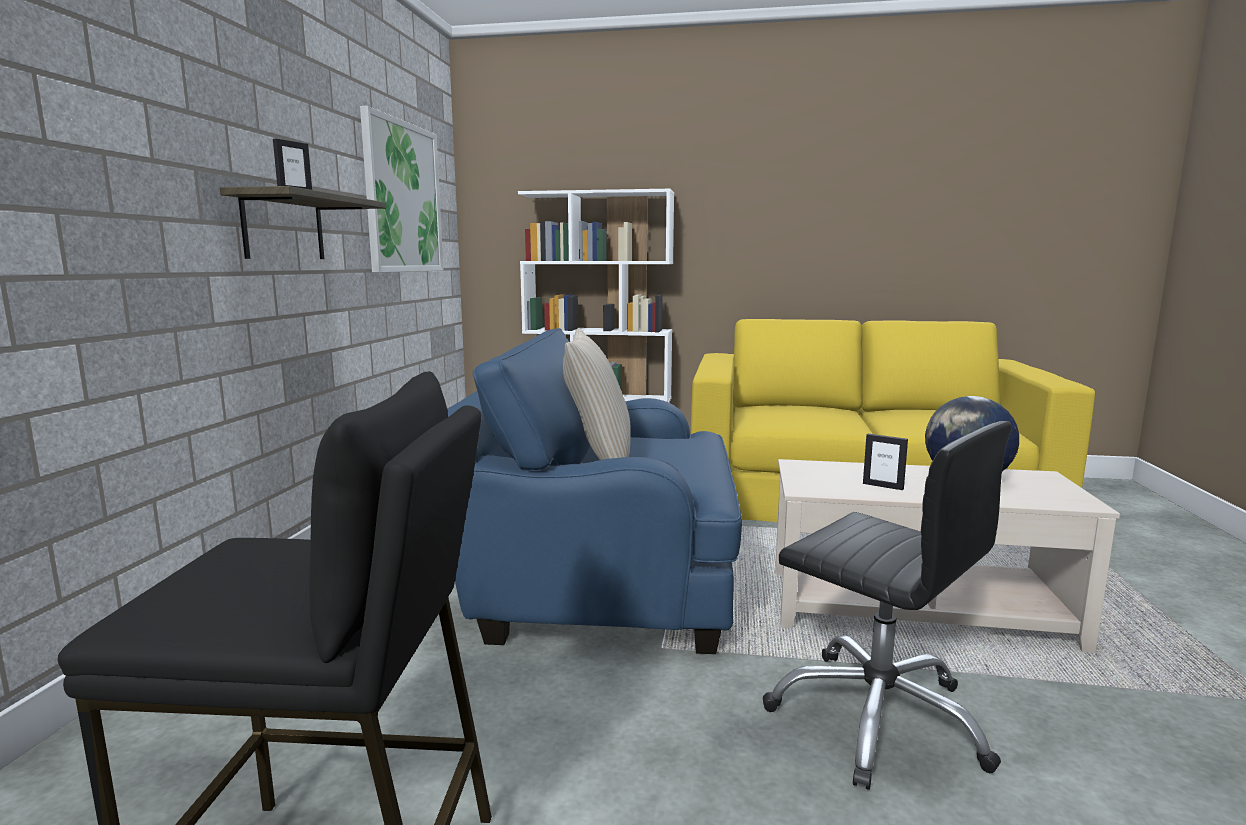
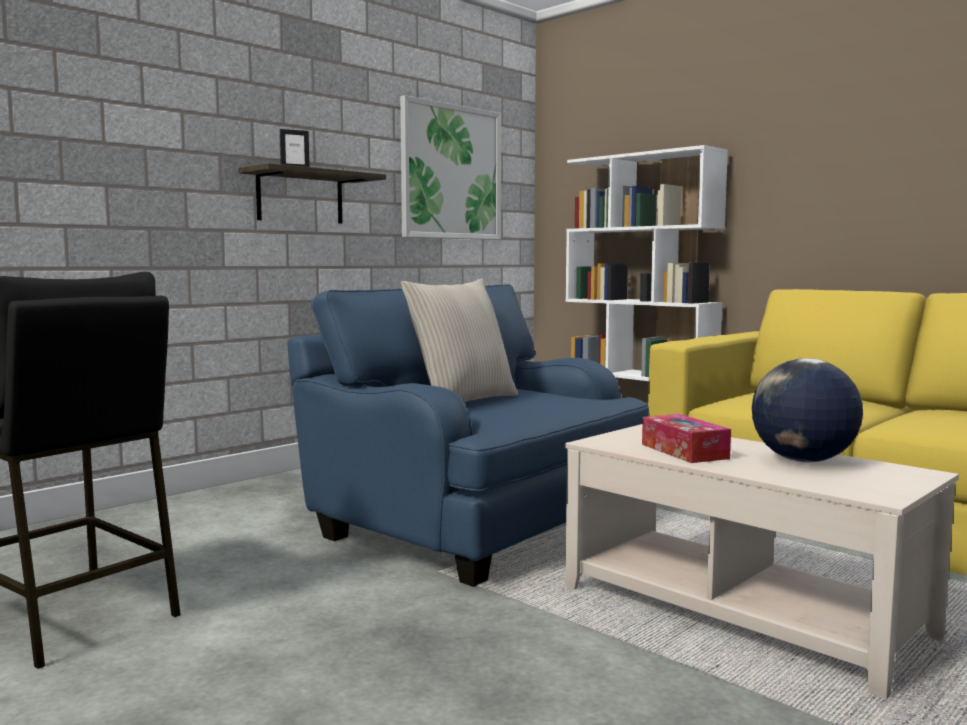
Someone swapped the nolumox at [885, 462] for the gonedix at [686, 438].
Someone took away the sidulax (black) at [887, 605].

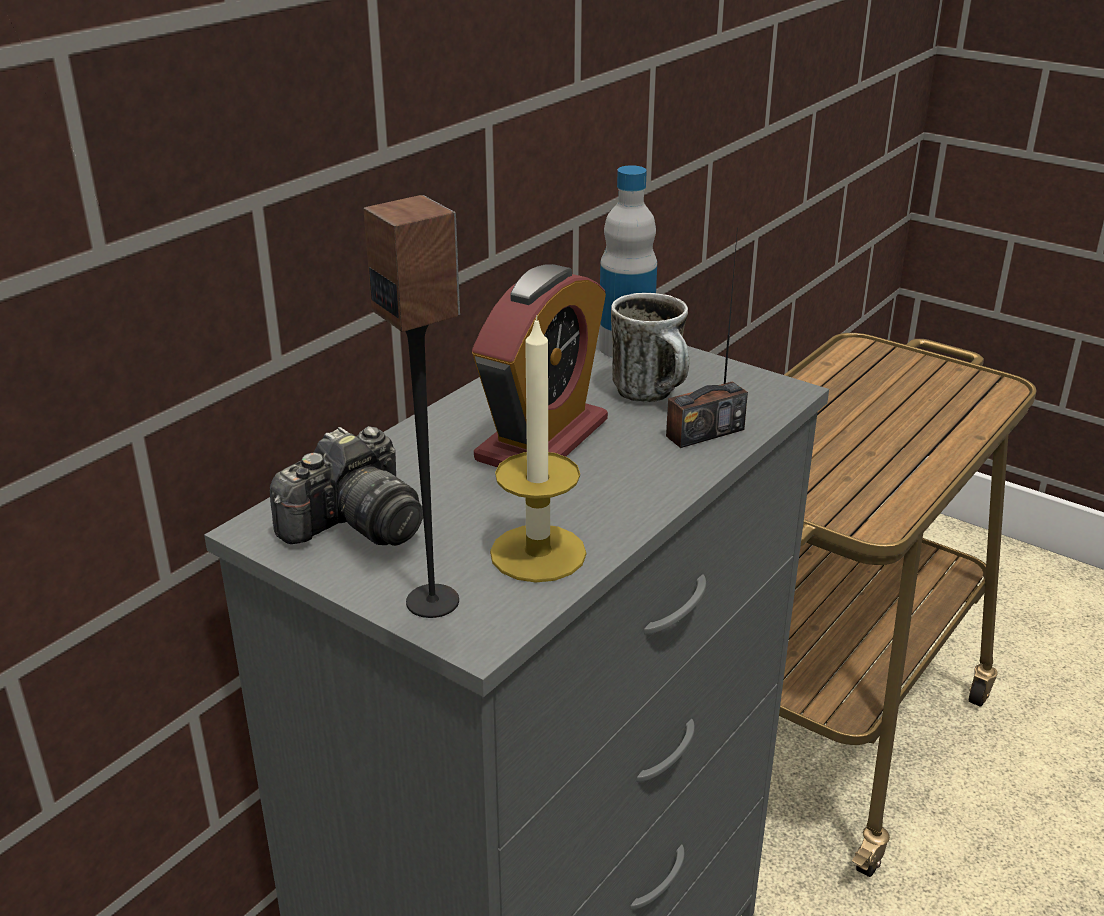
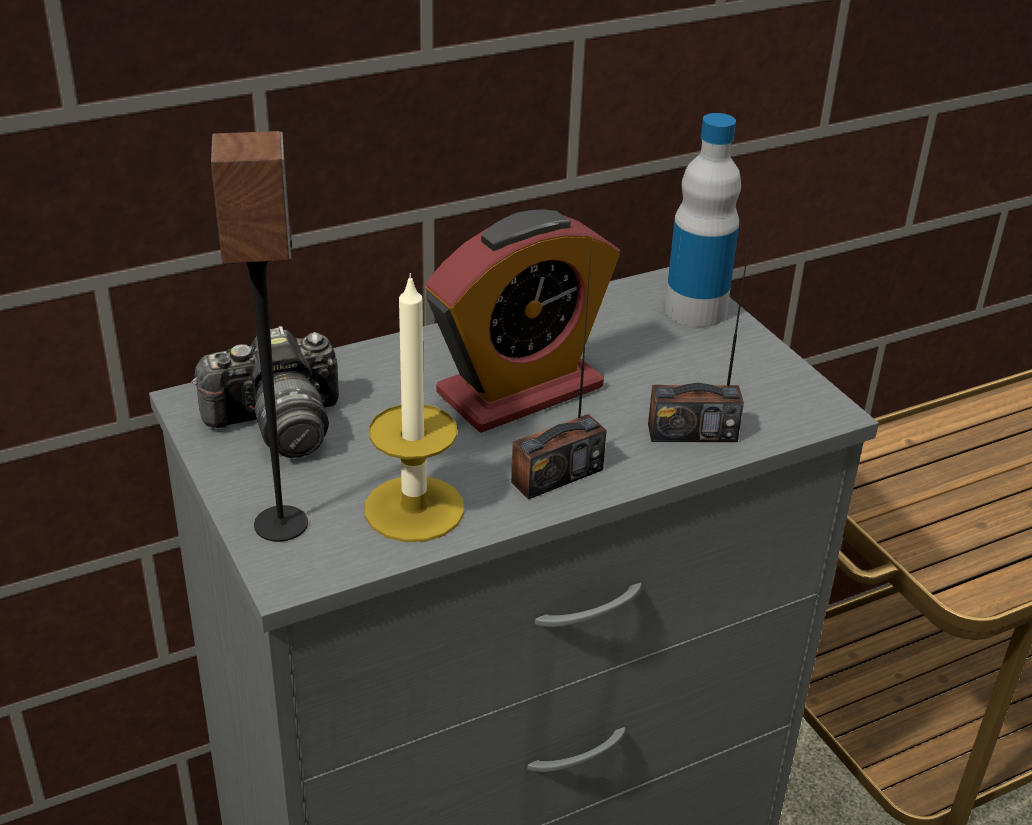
Someone put down the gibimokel at [559, 373].
Someone took away the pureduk at [650, 348].

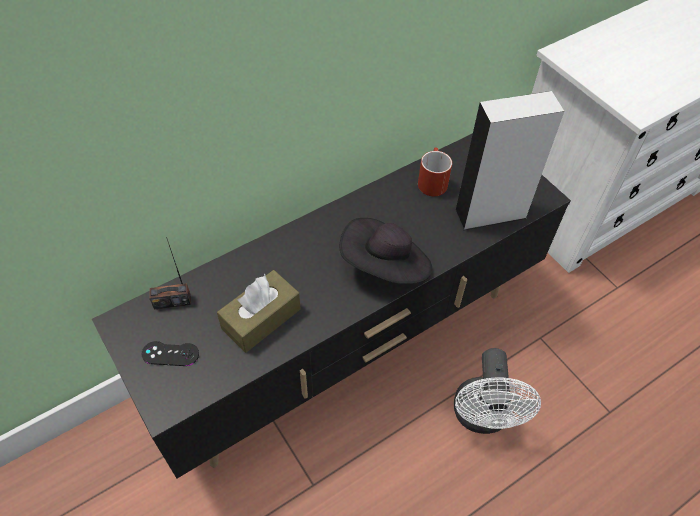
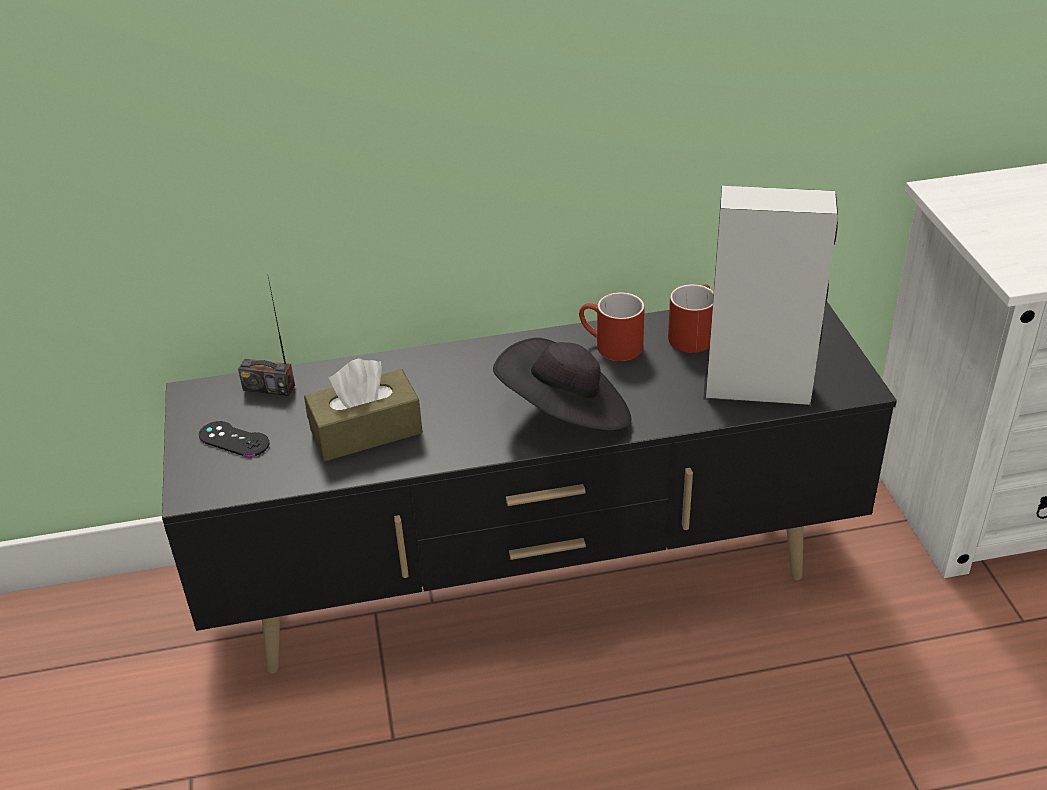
Someone put down the pureduk (red) at [612, 326].
Someone took away the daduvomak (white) at [497, 391].

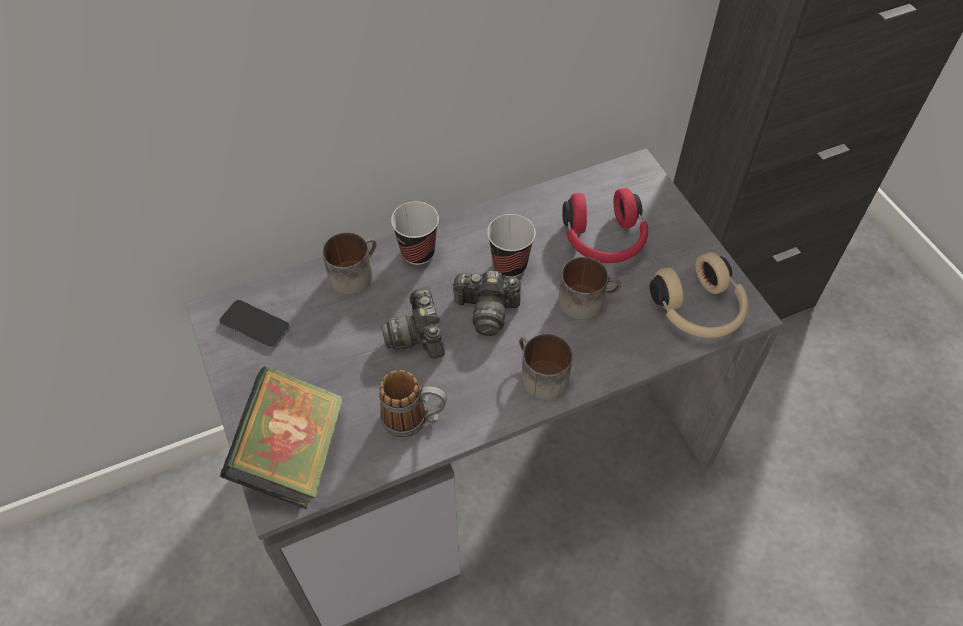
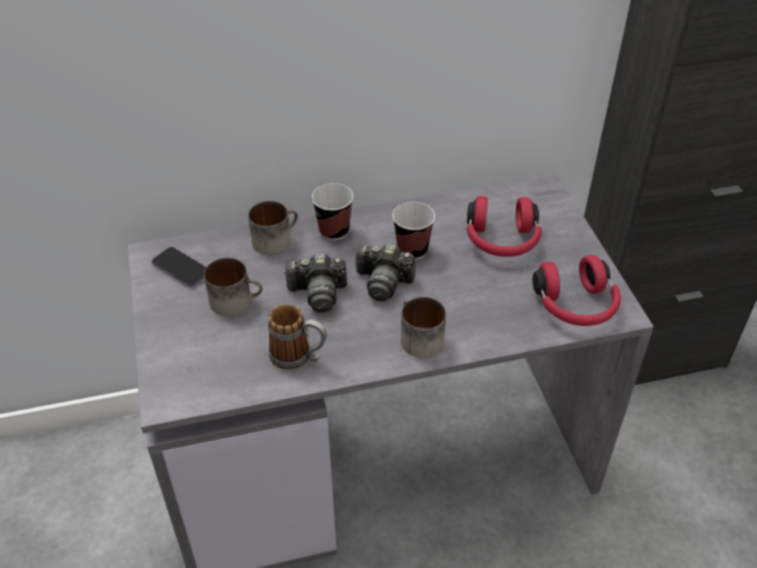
Someone carried the pureduk from [590, 288] to [233, 287].
Someone rotated the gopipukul at [413, 323] by 90 degrees counterclockwise.
Someone repainted the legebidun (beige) at [699, 295], which became the legebidun (red) at [576, 290].
Someone took away the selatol at [281, 437].

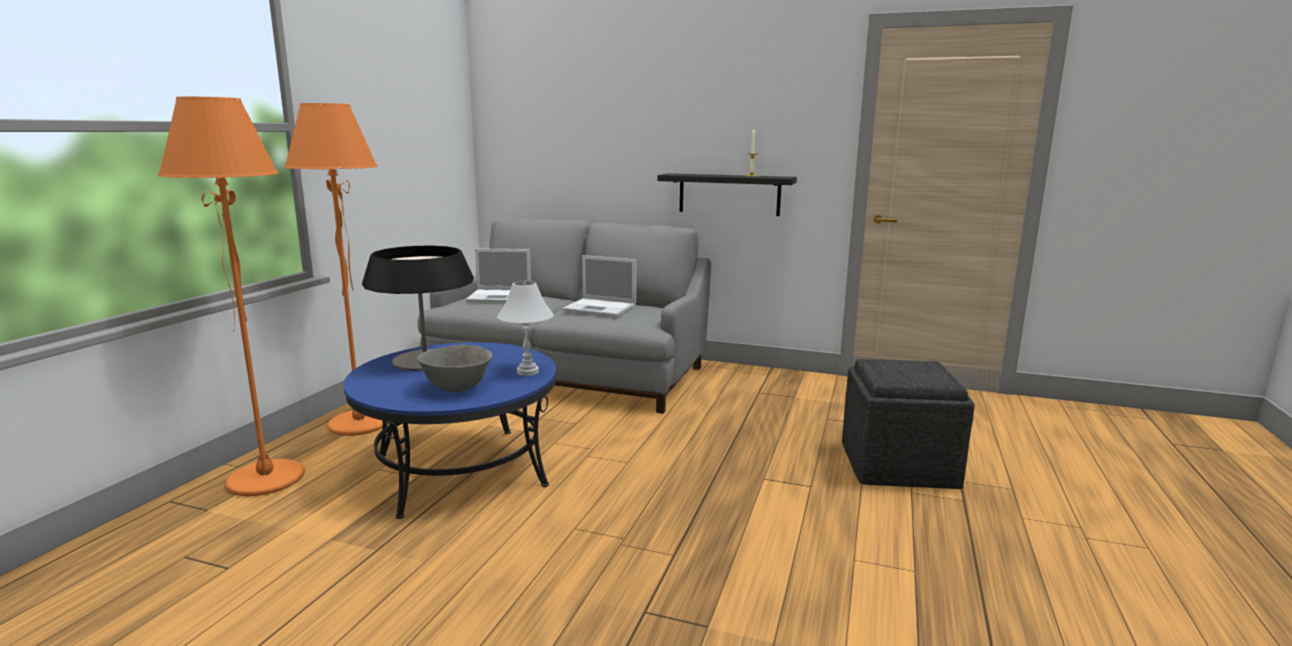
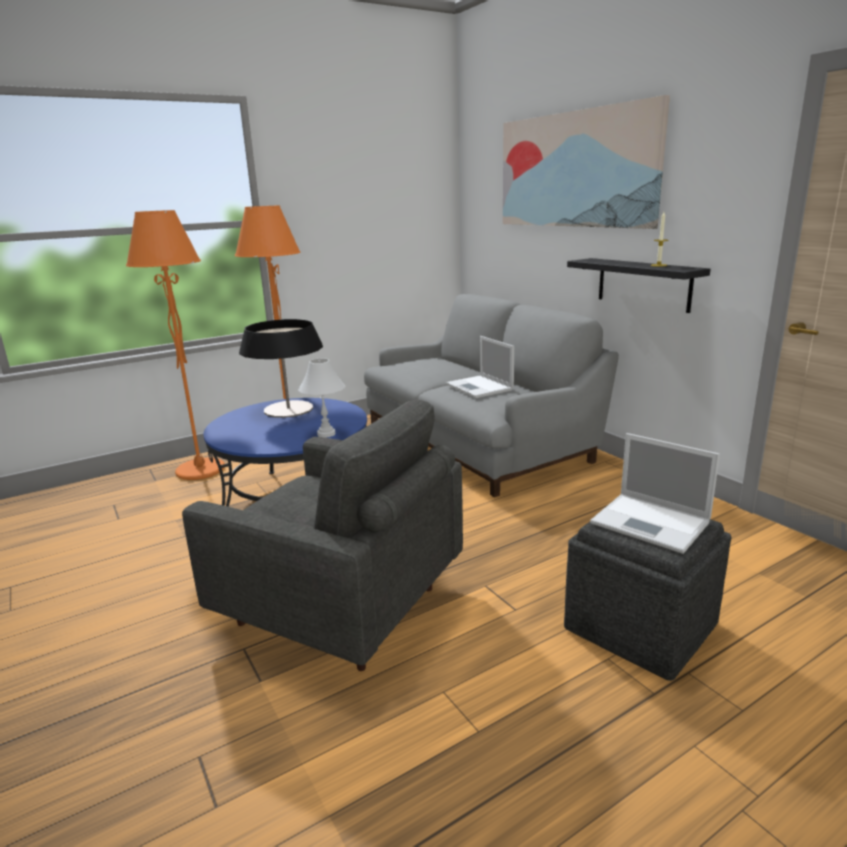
Someone put down the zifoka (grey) at [322, 535].
Someone put up the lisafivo at [586, 162].
Someone carried the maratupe from [498, 275] to [655, 493].
Someone took away the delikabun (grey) at [454, 368].

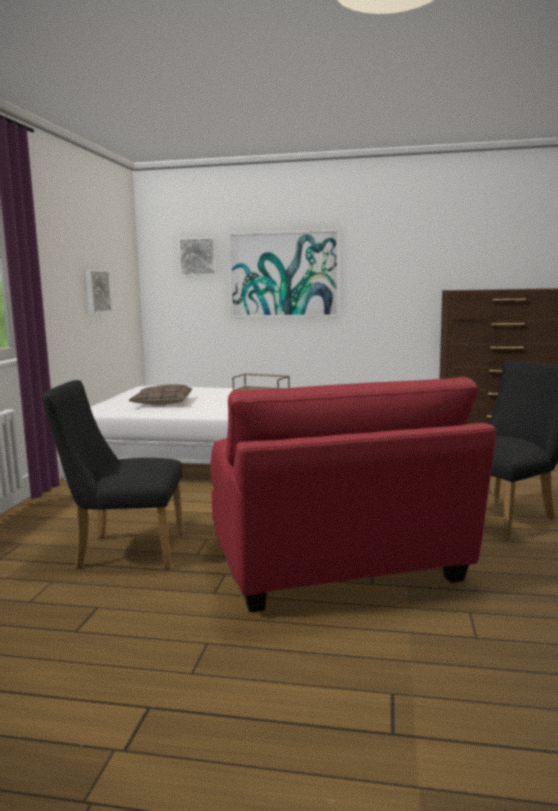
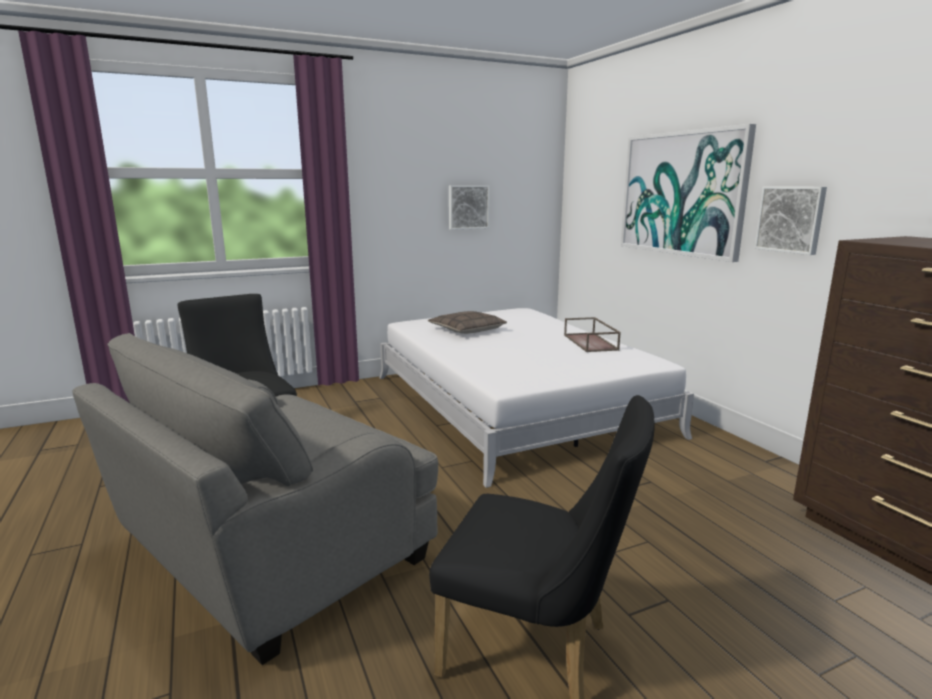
Someone repainted the zifoka (red) at [353, 494], which became the zifoka (grey) at [255, 499].
Someone carried the lisafivo from [198, 256] to [790, 220].

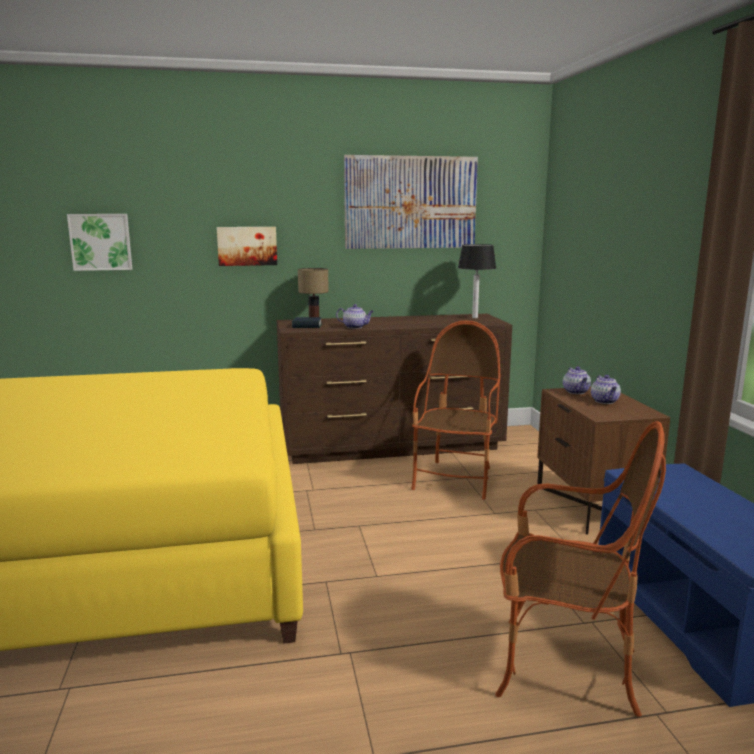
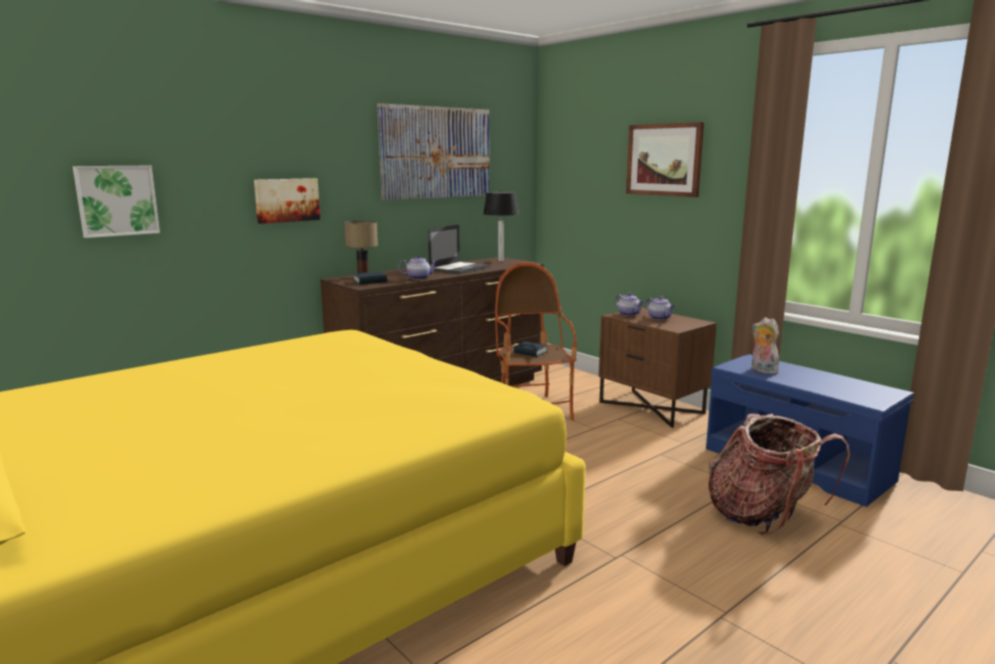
Someone put down the maratupe at [459, 249].
Someone put down the selatol at [530, 349].
Someone put up the lisafivo at [665, 159].
Someone swapped the zifoka at [580, 569] for the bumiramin at [779, 474].
Someone put down the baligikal at [765, 345].

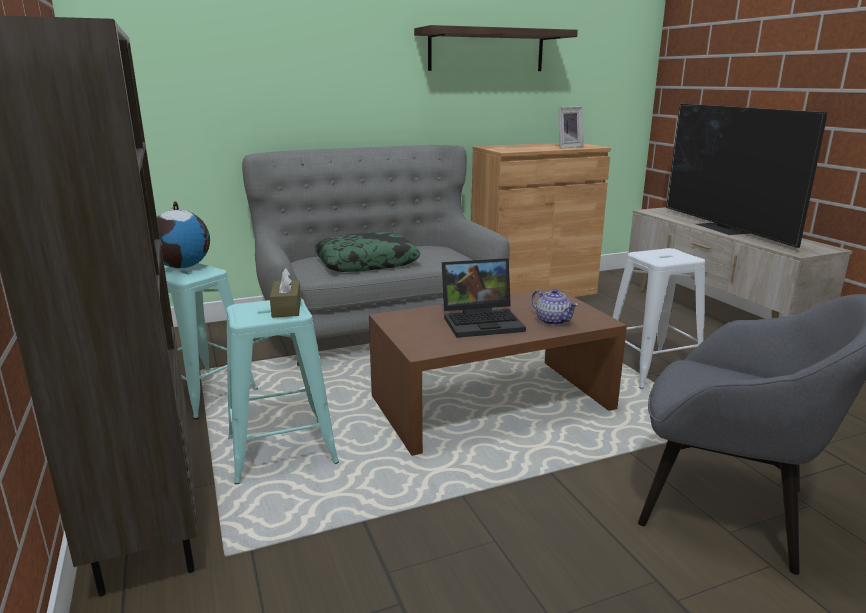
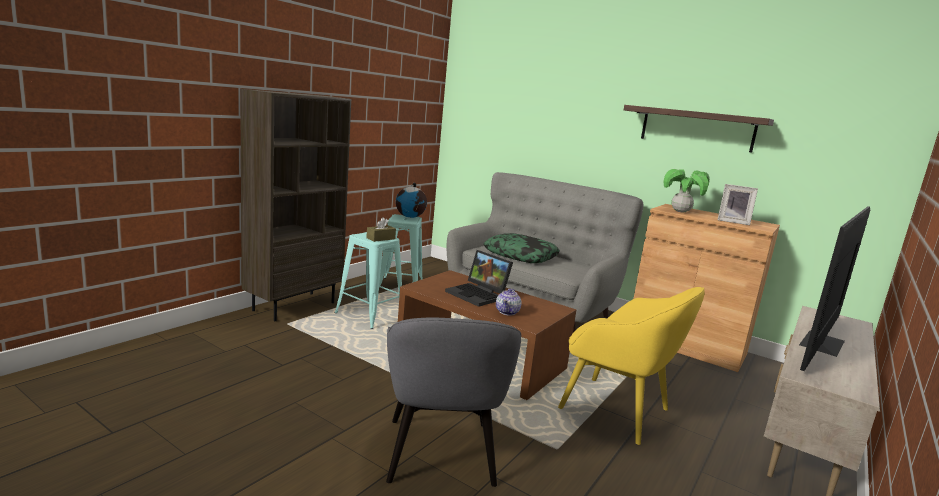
Someone swapped the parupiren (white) at [659, 318] for the zifoka (yellow) at [631, 366].
Someone put down the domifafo at [686, 191].

